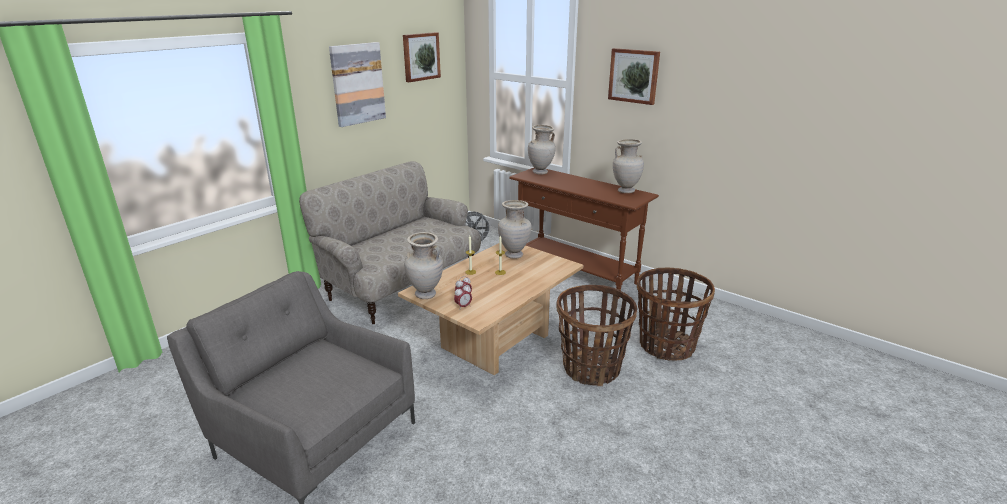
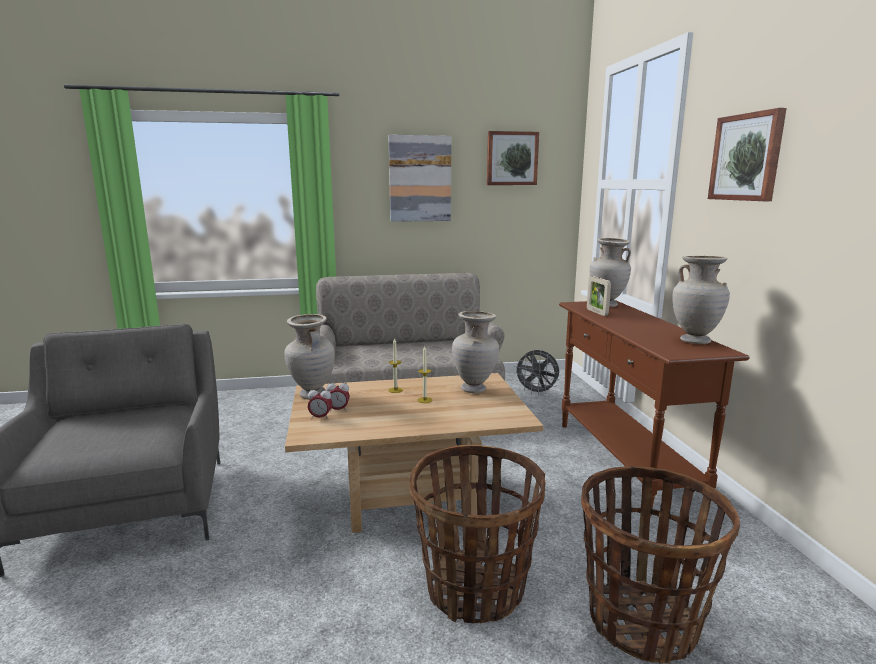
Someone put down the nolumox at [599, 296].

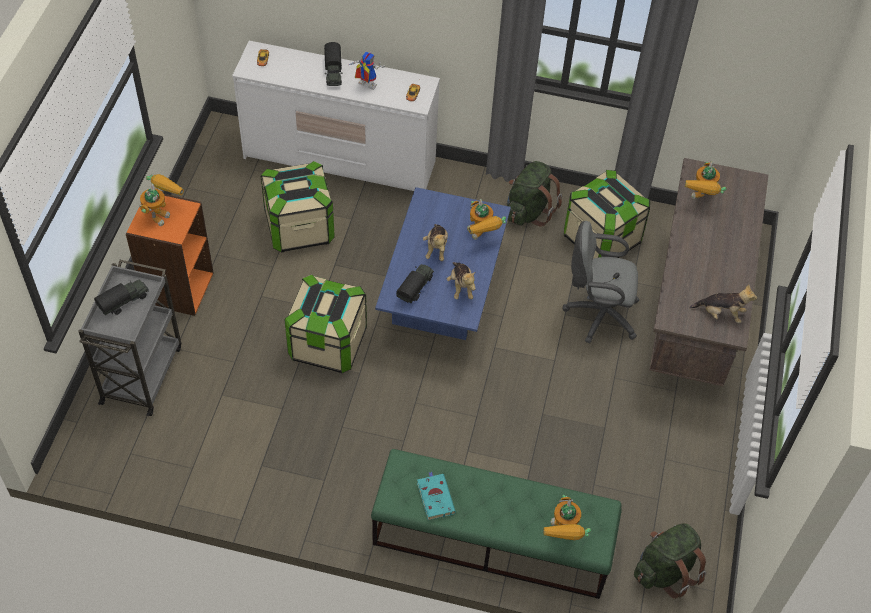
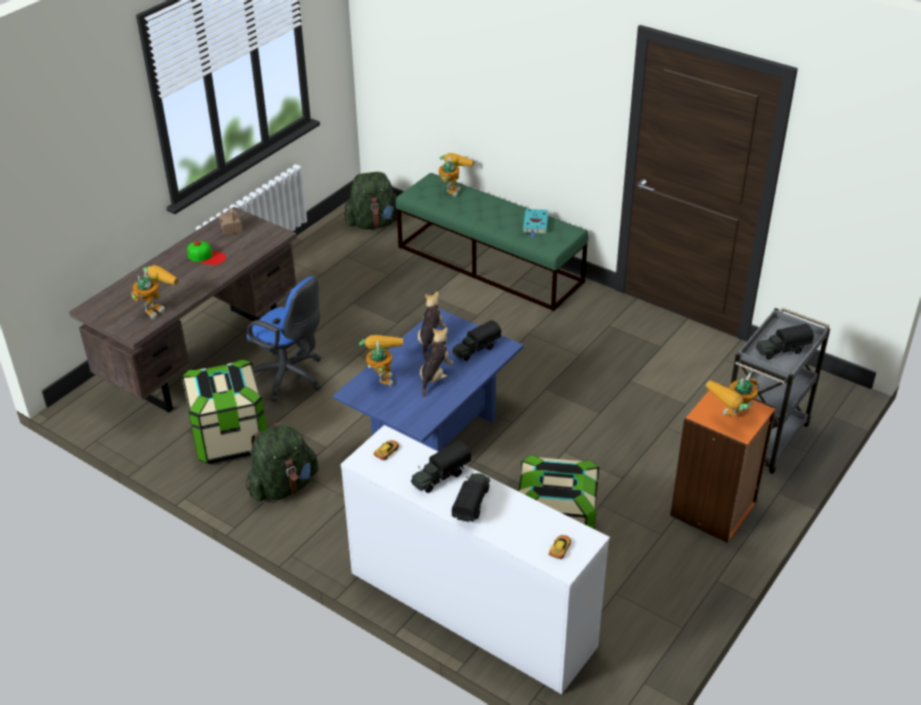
Someone put down the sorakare at [206, 253].
Someone swapped the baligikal at [723, 303] for the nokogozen at [231, 221].
Someone repainted the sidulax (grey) at [601, 282], which became the sidulax (blue) at [284, 339].
Someone swapped the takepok at [367, 71] for the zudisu at [441, 467].
Someone took away the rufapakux at [326, 324].

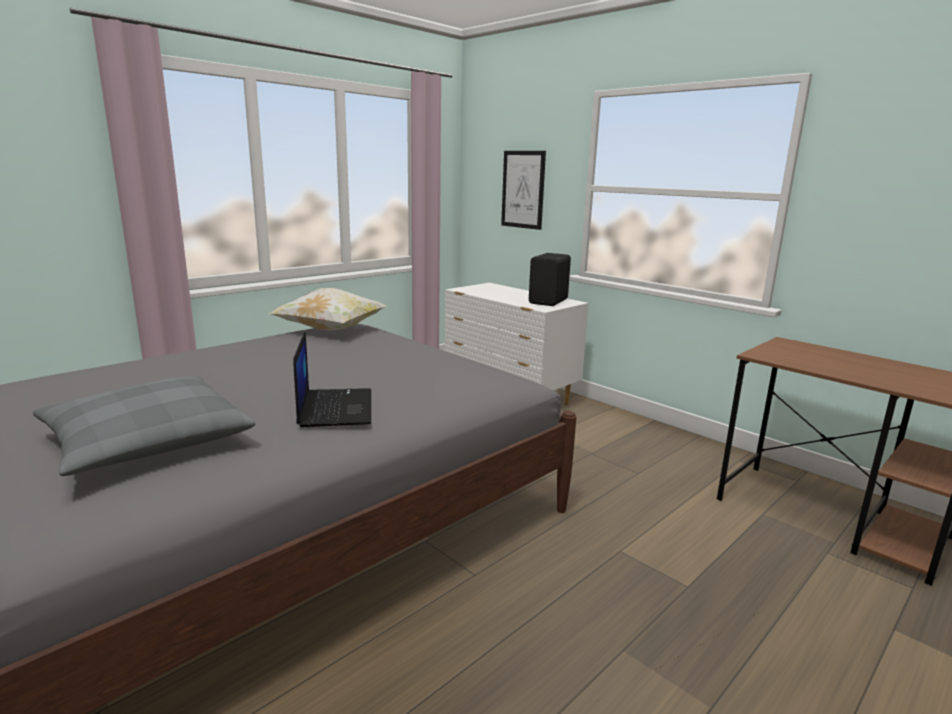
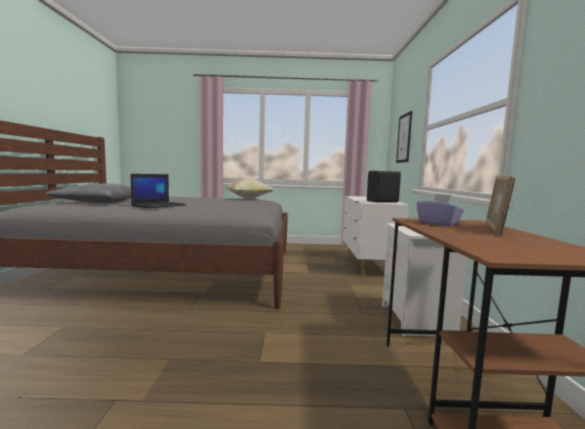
Someone put down the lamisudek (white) at [424, 279].
Someone put down the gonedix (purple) at [440, 210].
Someone put down the nolumox at [501, 205].

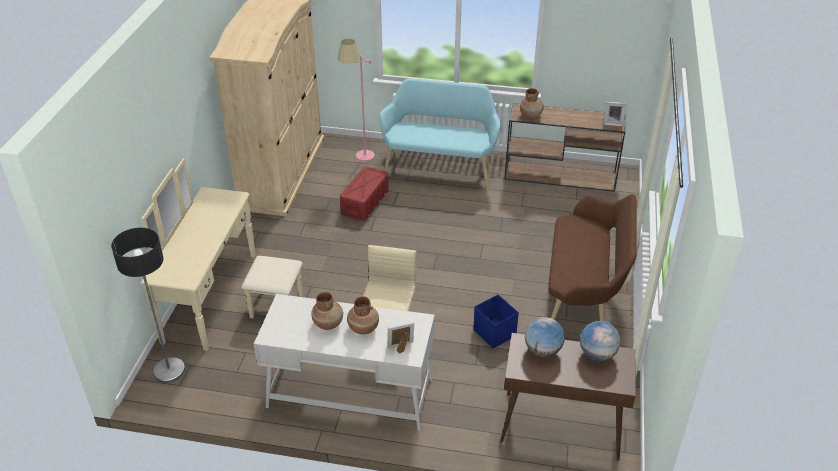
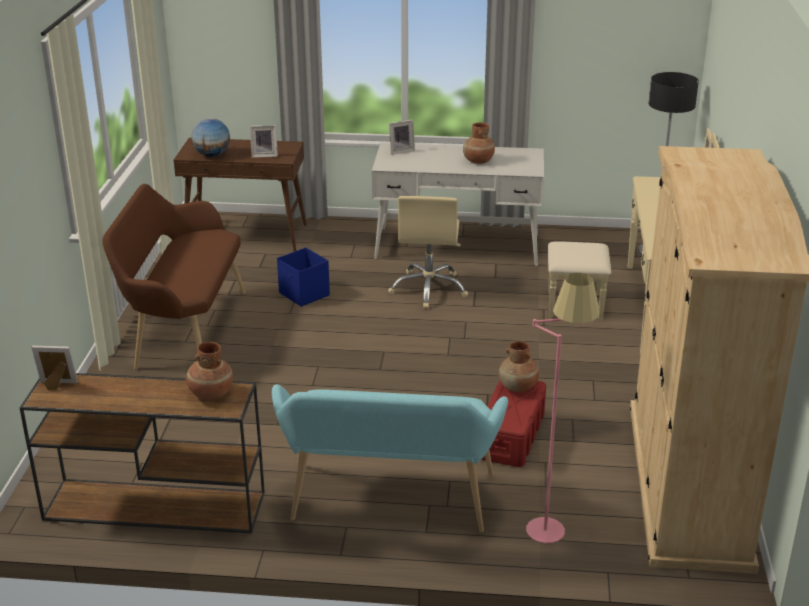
Someone swapped the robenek at [545, 337] for the nolumox at [264, 141].
Someone carried the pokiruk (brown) from [363, 315] to [519, 366].

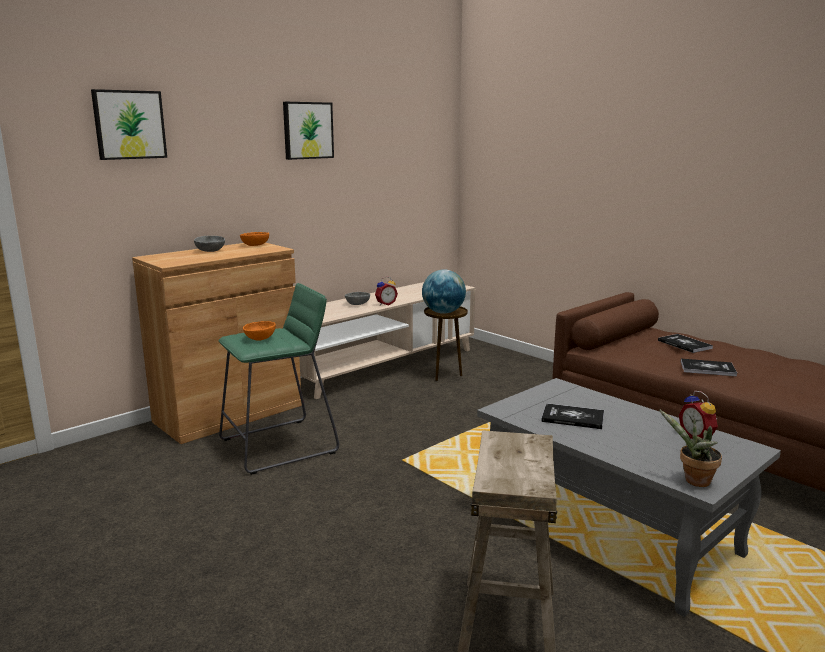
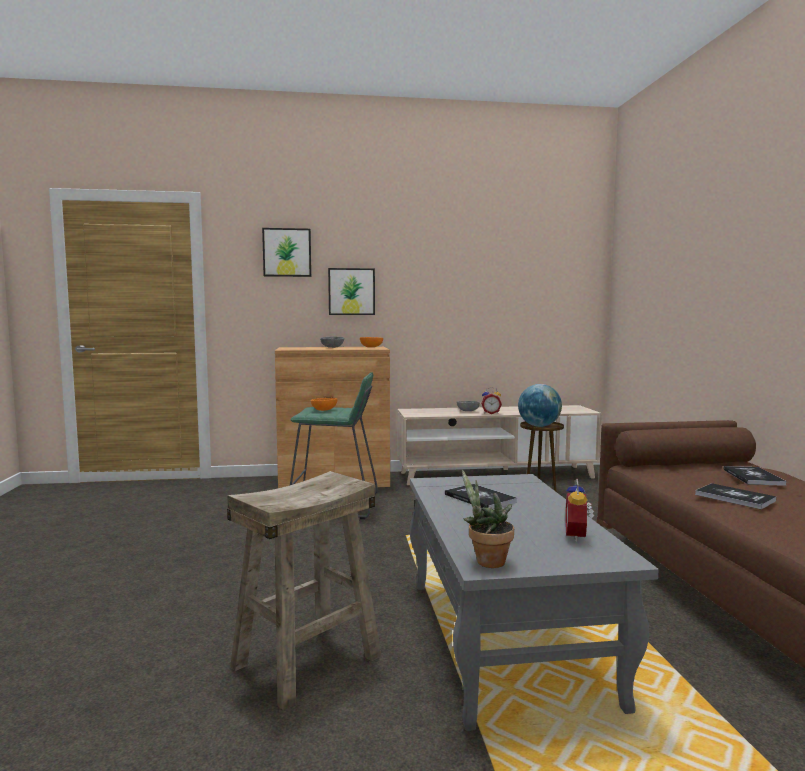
Someone carried the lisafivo from [308, 131] to [351, 291].

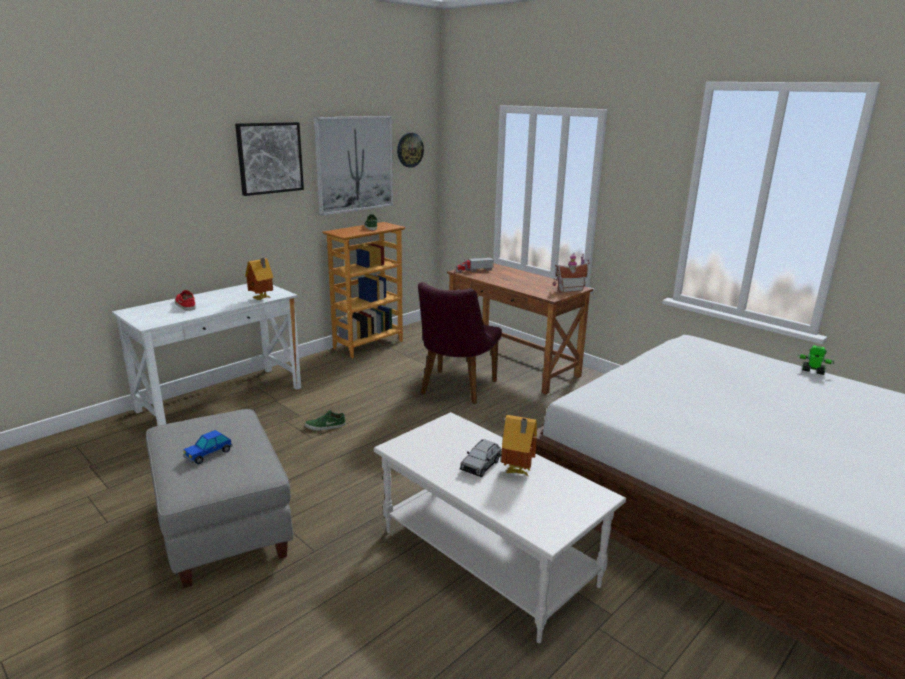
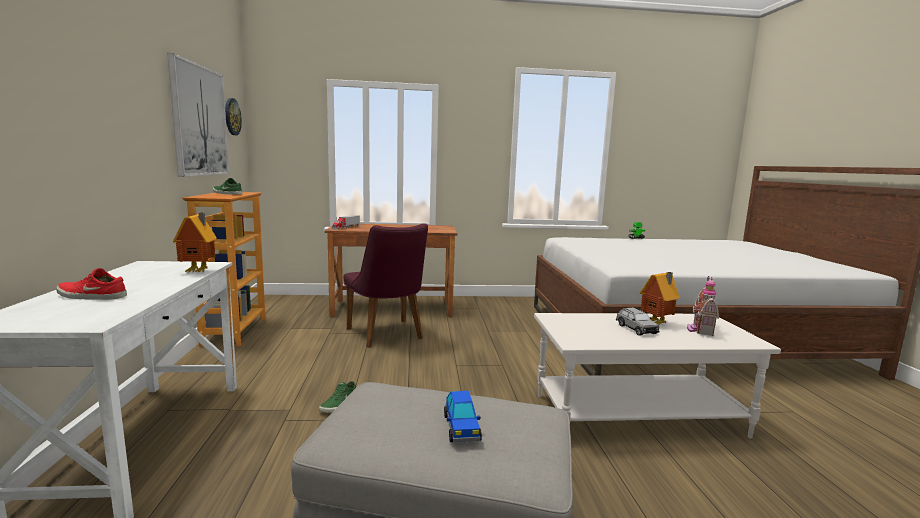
Someone carried the nokogozen from [571, 272] to [703, 306].
Someone took away the lisafivo at [269, 159].

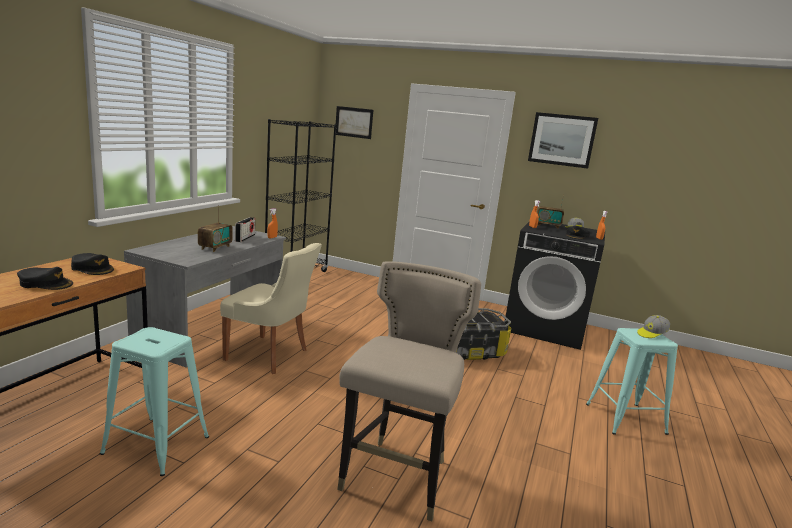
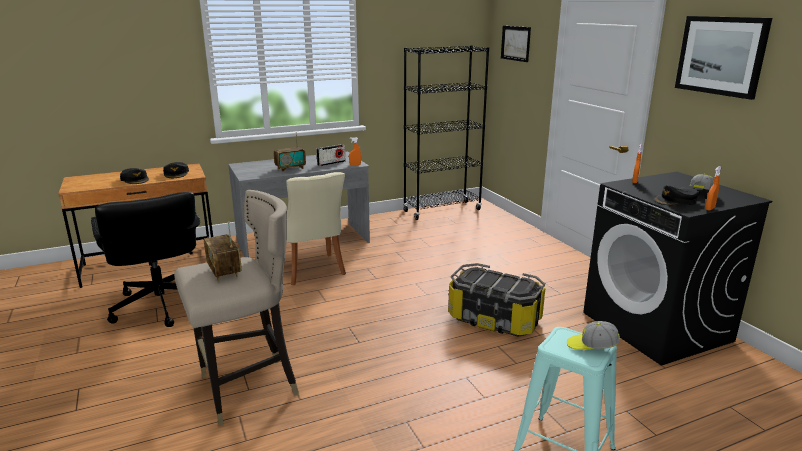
Someone swapped the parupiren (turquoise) at [154, 401] for the sidulax (black) at [145, 259].
Someone carried the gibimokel from [550, 211] to [223, 251].

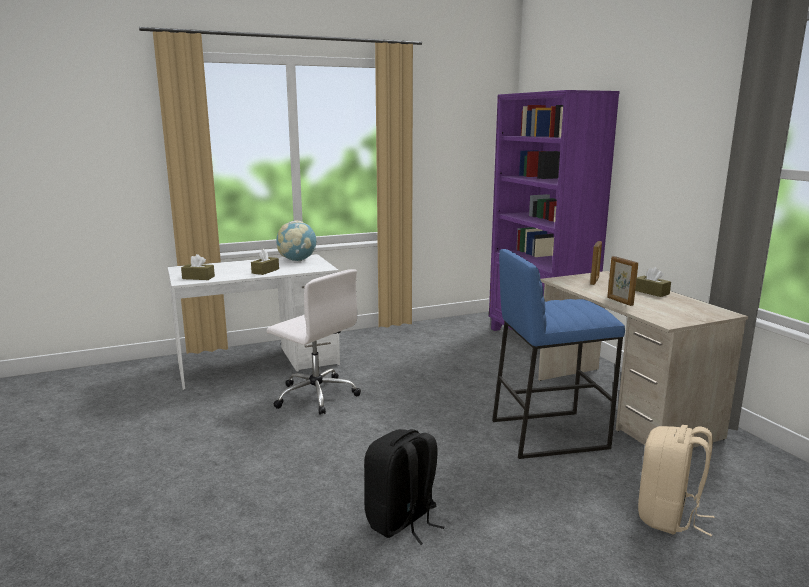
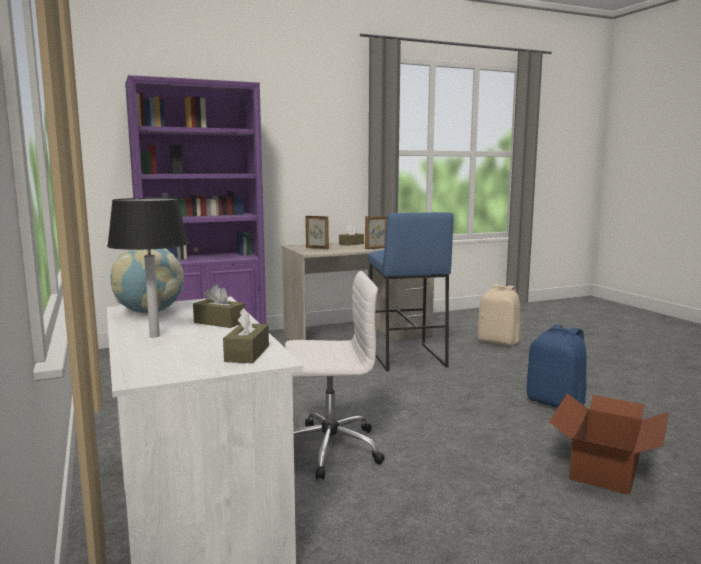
Someone put down the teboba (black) at [148, 268].
Someone rotated the sidulax (white) at [314, 342] by 45 degrees clockwise.
Someone repainted the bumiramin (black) at [404, 487], which became the bumiramin (blue) at [556, 366].
Someone put down the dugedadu at [609, 444].

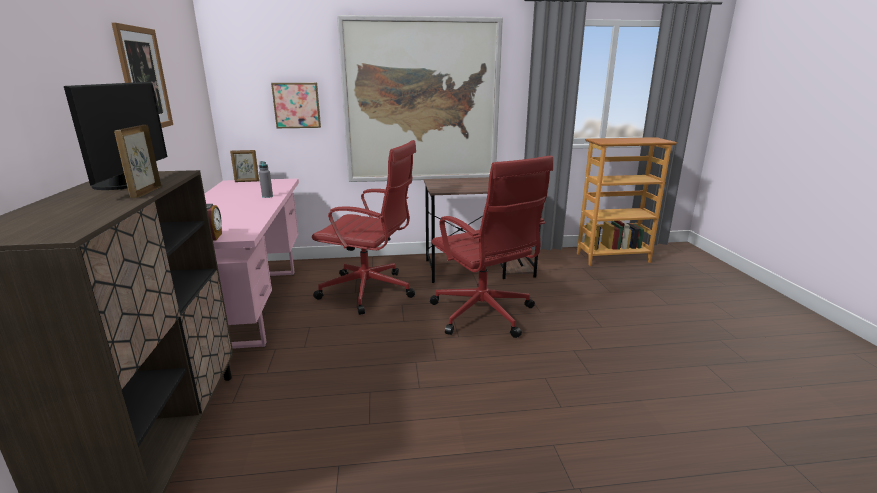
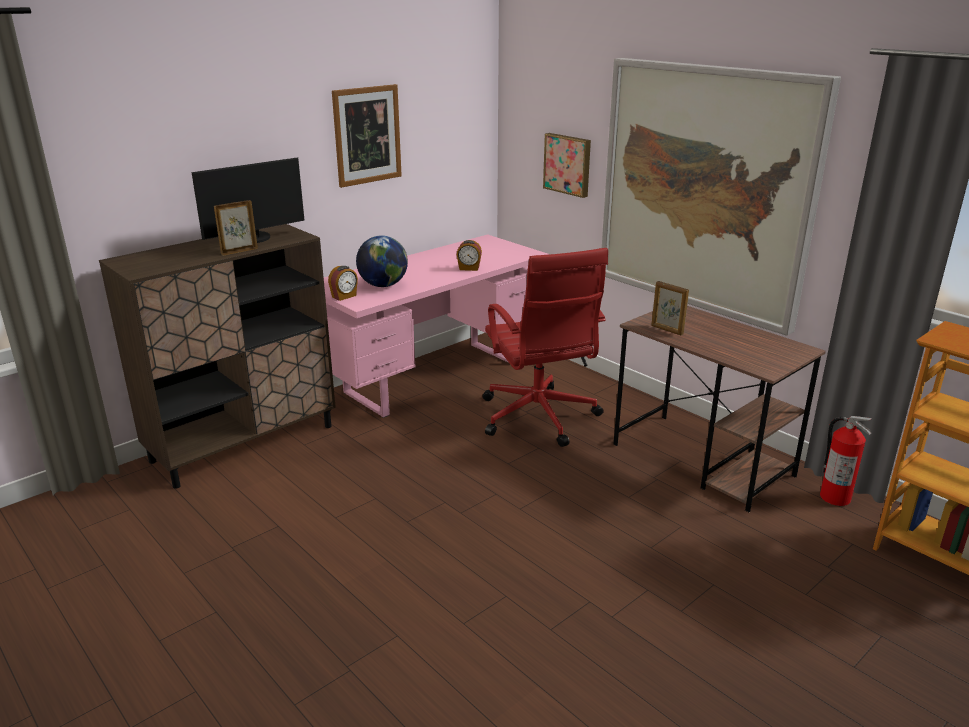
Someone put down the robenek at [382, 261].
Someone swapped the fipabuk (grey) at [266, 179] for the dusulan at [469, 255].
Someone carried the nolumox from [244, 166] to [670, 308].
Someone put down the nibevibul at [846, 461].
Someone took away the sidulax (red) at [491, 246].

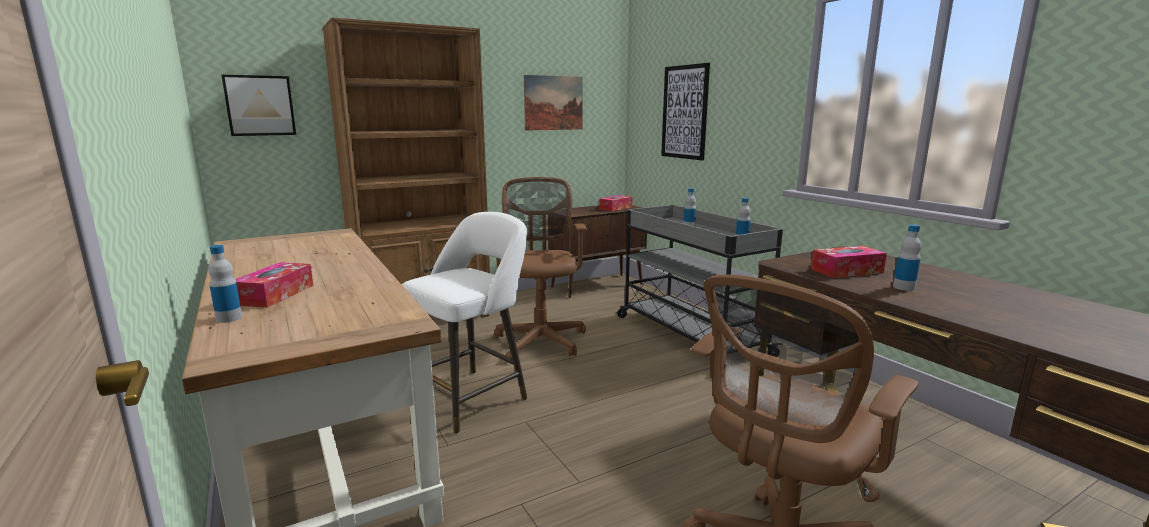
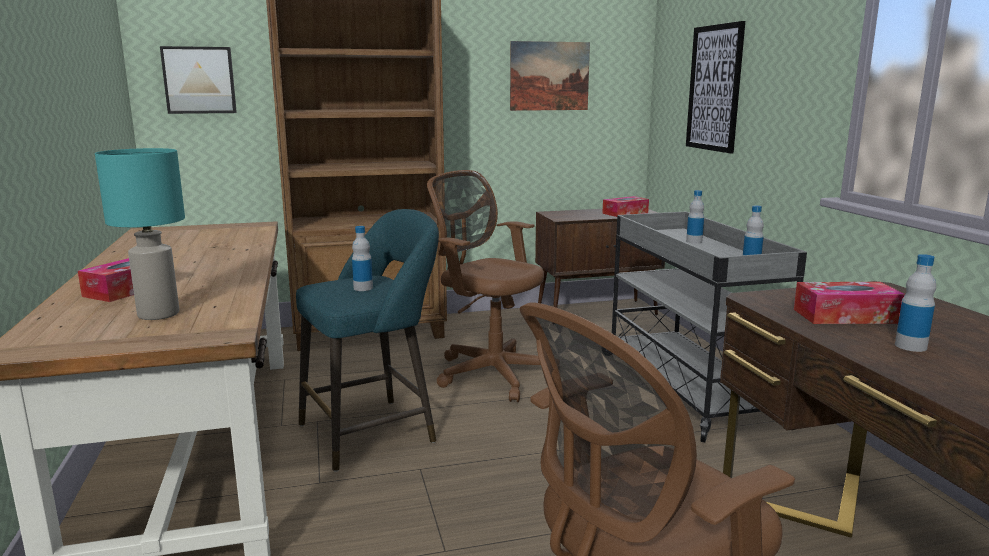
Someone put down the teboba (turquoise) at [140, 234].
Someone repainted the parupiren (white) at [464, 323], which became the parupiren (turquoise) at [367, 340].
Someone carried the fipabuk from [225, 284] to [362, 258].
Someone rotated the sidulax (brown) at [540, 267] by 60 degrees counterclockwise.

